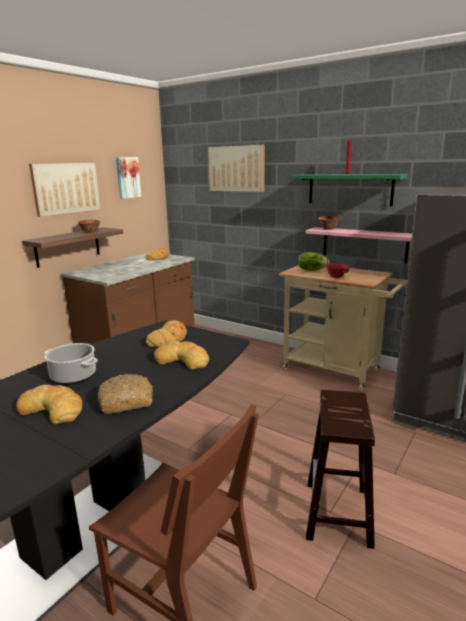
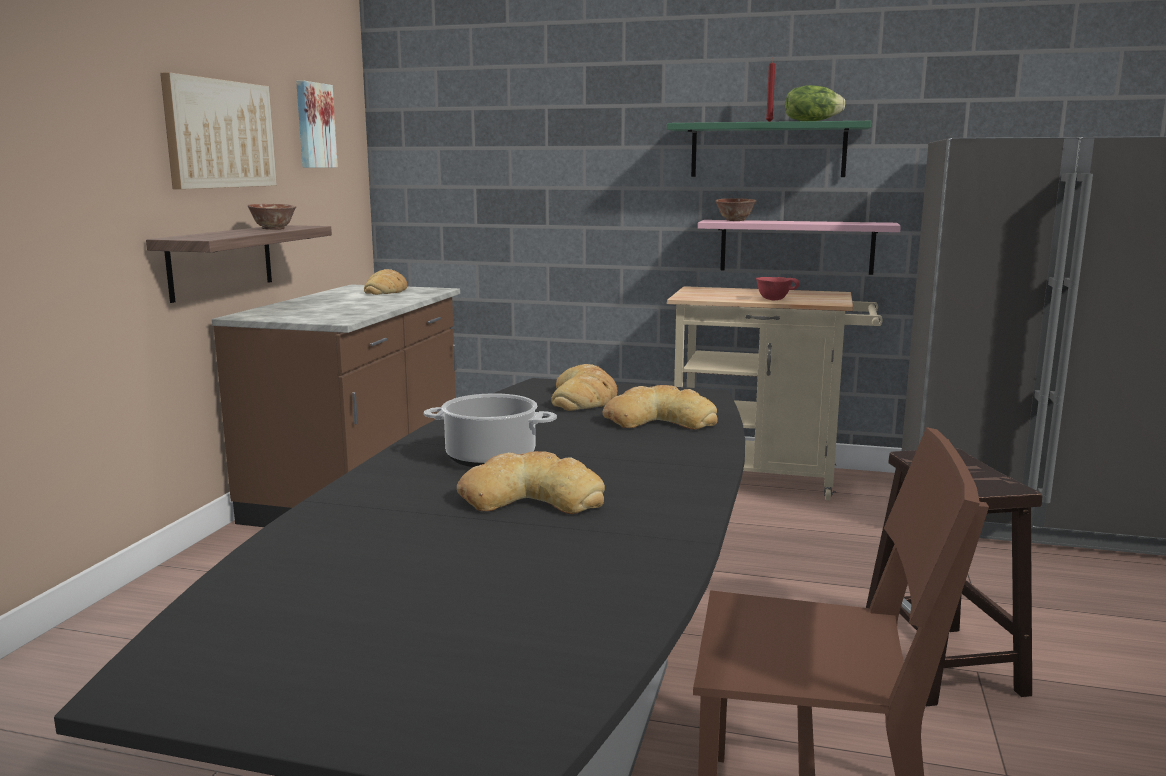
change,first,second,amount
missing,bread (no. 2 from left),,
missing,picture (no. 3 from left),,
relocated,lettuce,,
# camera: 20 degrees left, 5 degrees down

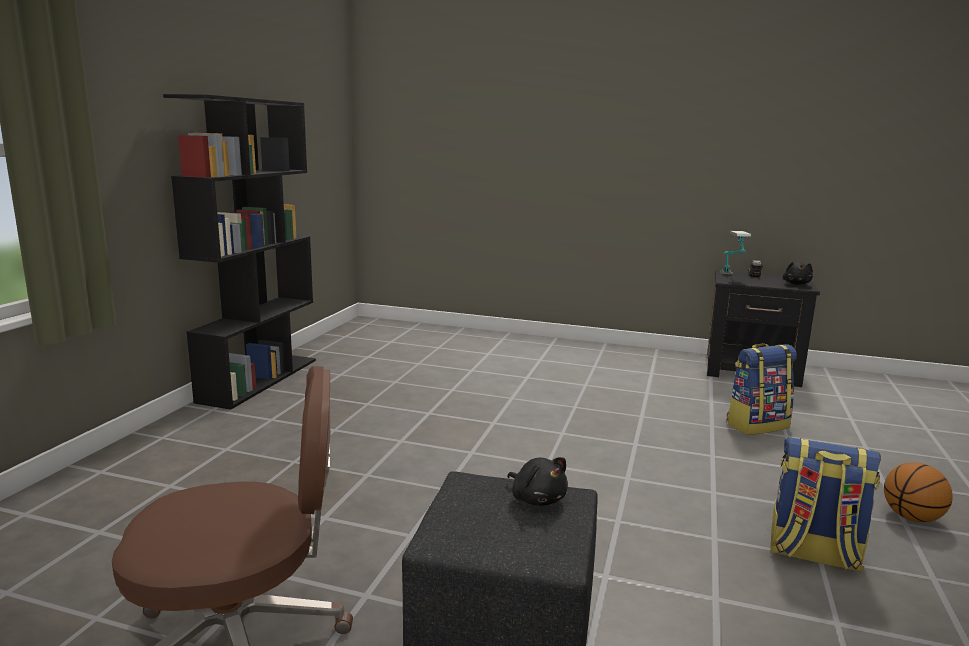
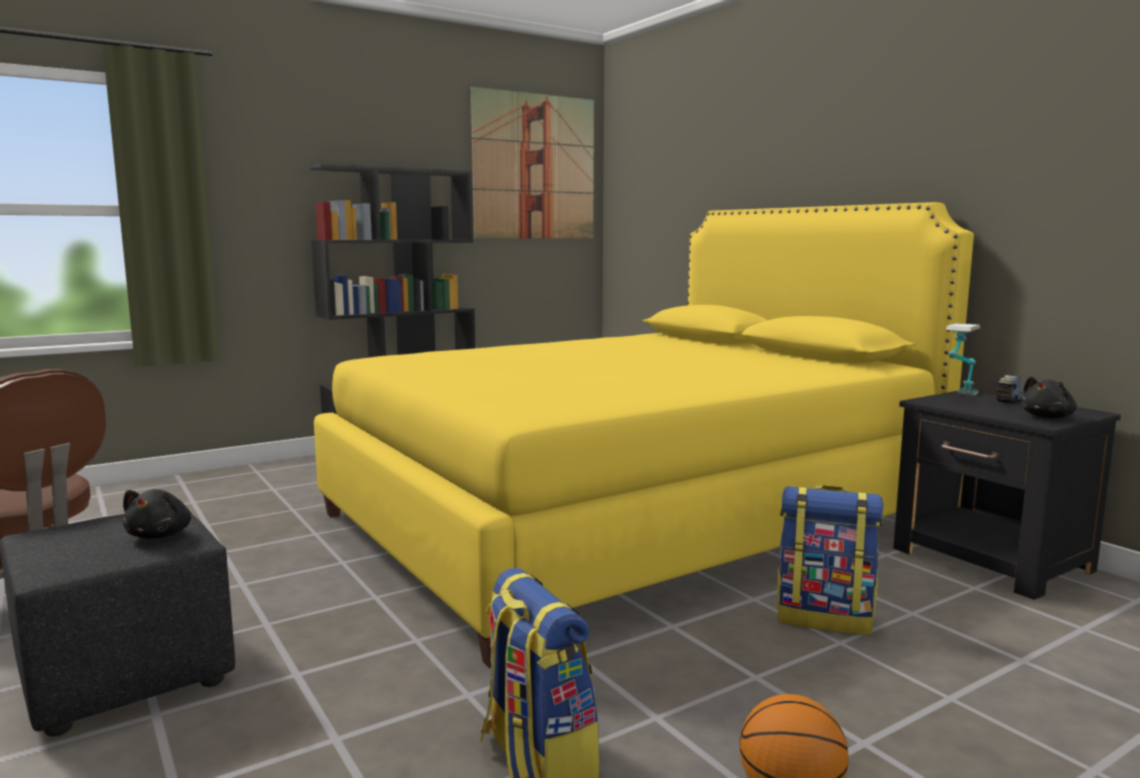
change,first,second,amount
appeared,,yellow bed,
appeared,,picture,
# camera: 40 degrees right, 5 degrees down

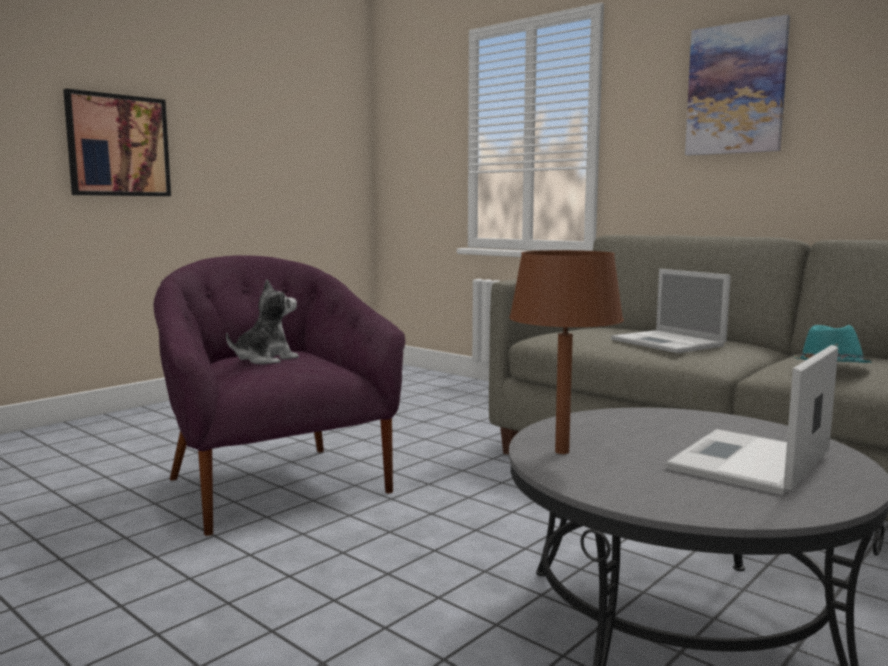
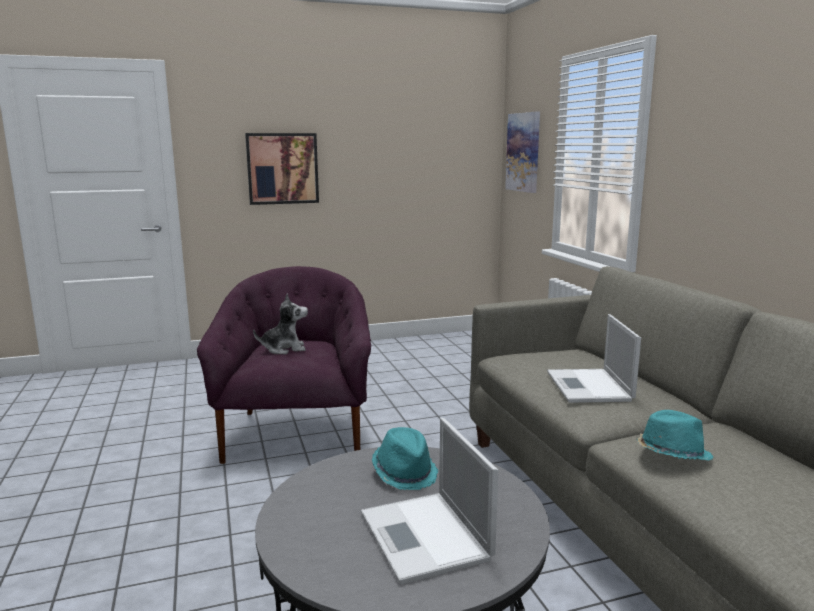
change,first,second,amount
missing,brown table lamp,,
spun,laptop (no. 2 from left in the first image),laptop (no. 1 from left),90 degrees counterclockwise
relocated,picture (no. 2 from left),,
appeared,,turquoise hat (no. 1 from left),
# camera: 30 degrees right, 5 degrees up

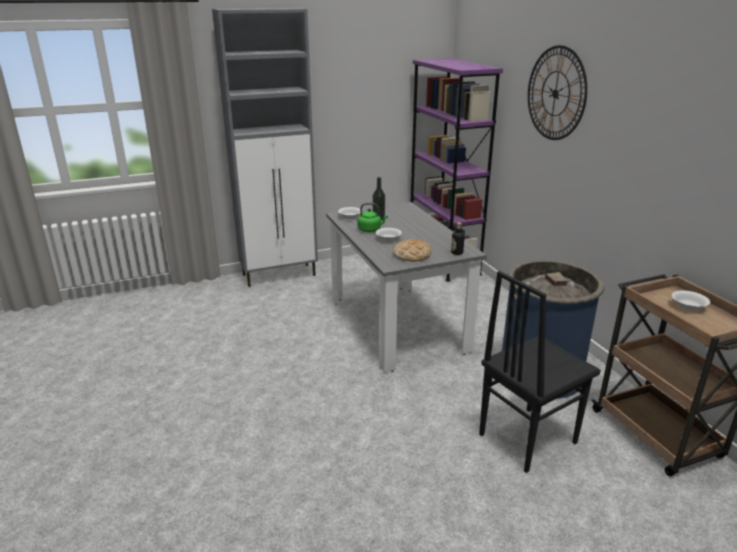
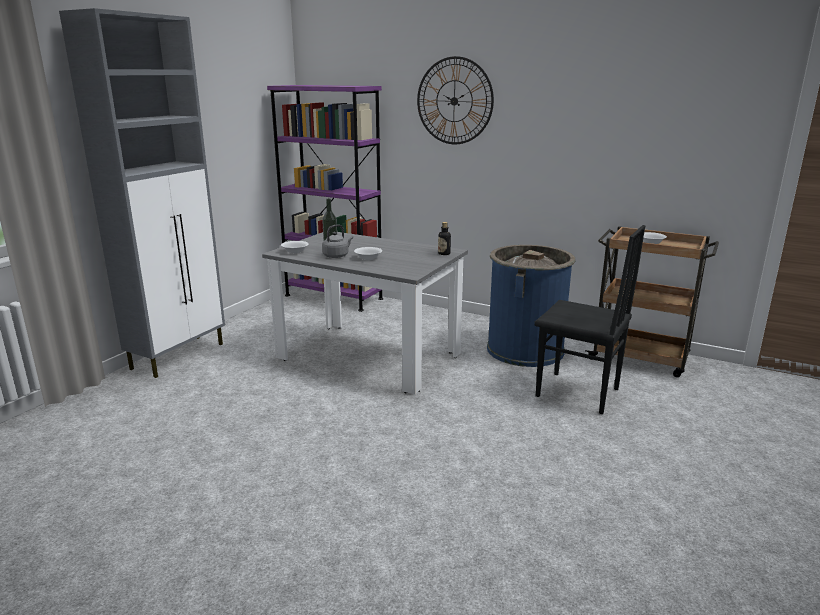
change,first,second,amount
colour,green kettle,grey kettle,
missing,bread,,
spun,black chair,,75 degrees counterclockwise
# camera: 40 degrees left, 5 degrees down

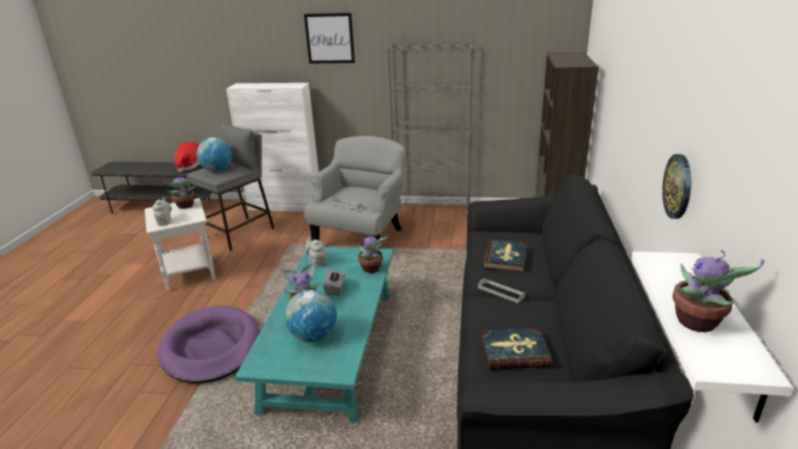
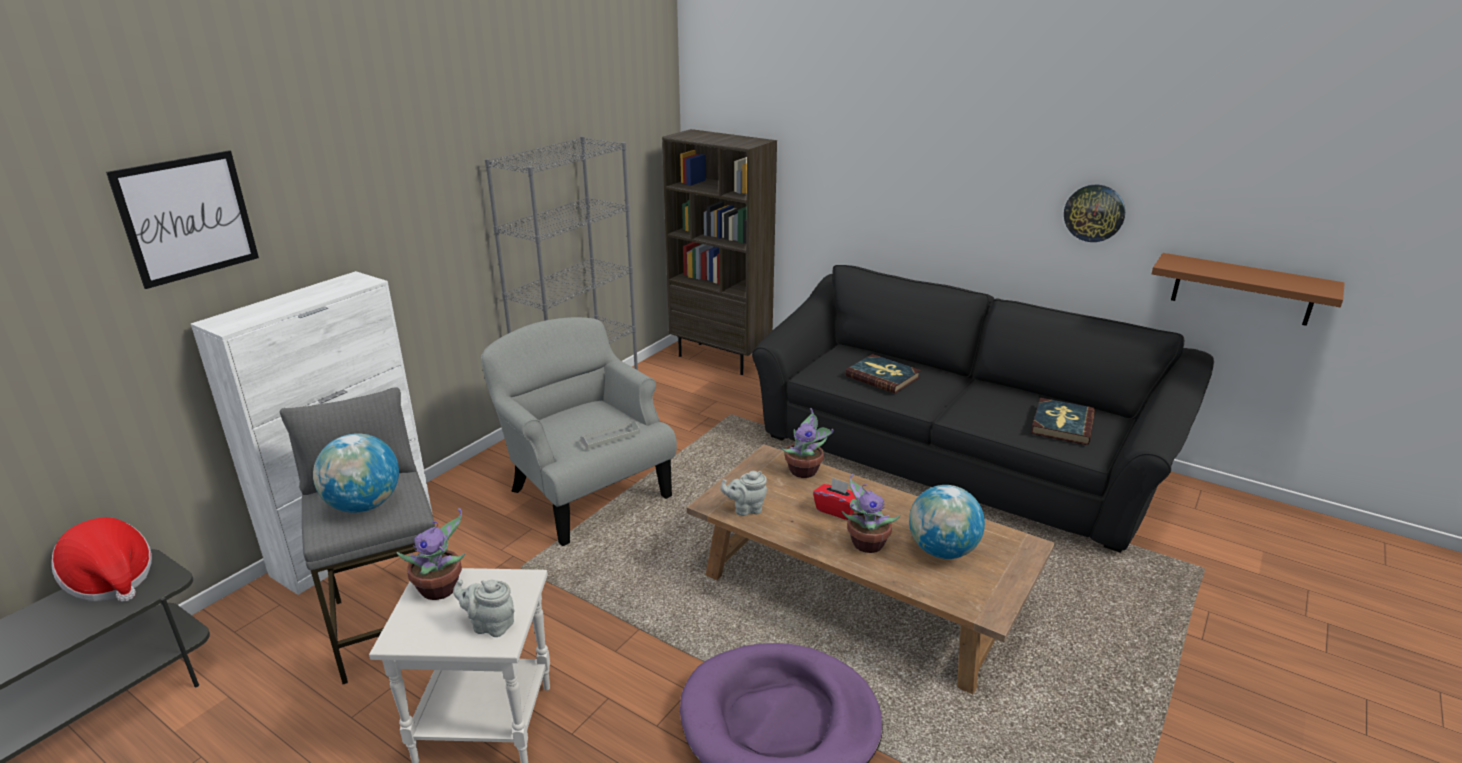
change,first,second,amount
colour,turquoise coffee table,brown coffee table,
relocated,picture,,
colour,grey tissue box,red tissue box,
missing,grey tray (no. 2 from left),,
colour,white shelf,brown shelf,
missing,potted plant (no. 4 from left),,
# camera: 65 degrees left, 0 degrees up

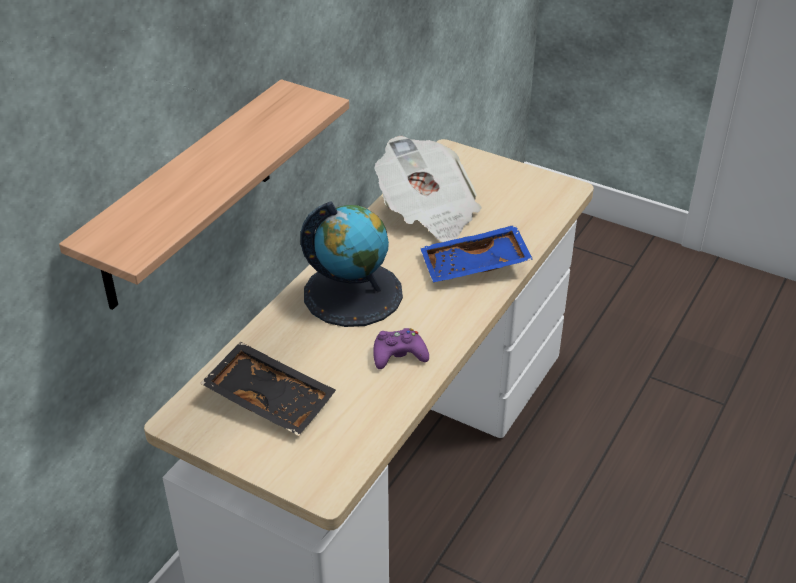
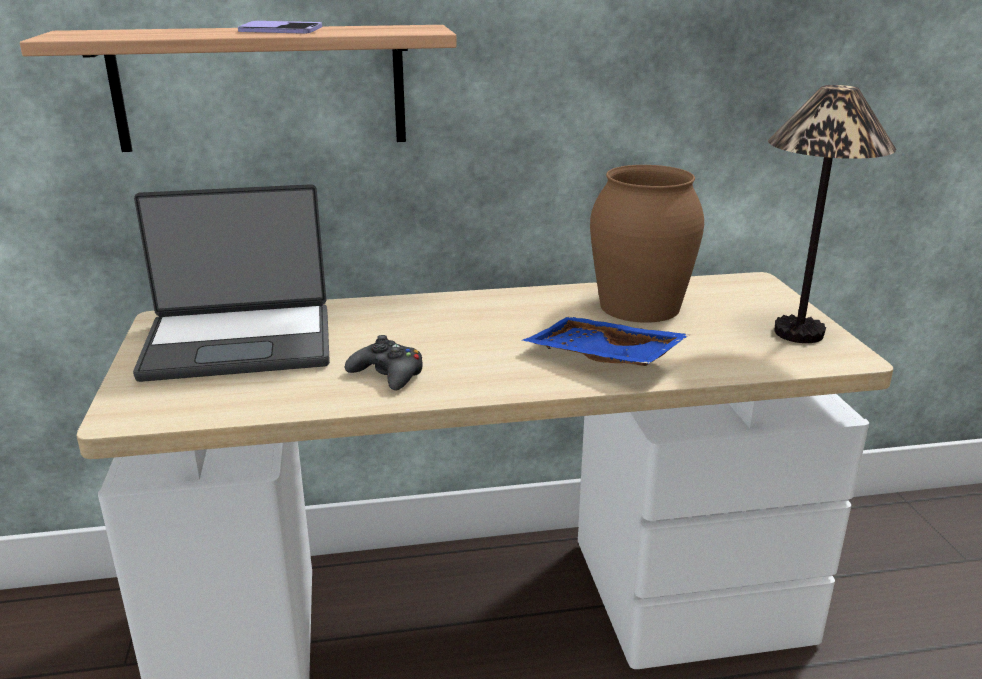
change,first,second,amount
exchanged,black tray,laptop,
missing,globe,,
colour,purple game controller,black game controller,
exchanged,newspaper,brown vase,
appeared,,phone,
appeared,,table lamp,
# camera: 50 degrees right, 15 degrees down

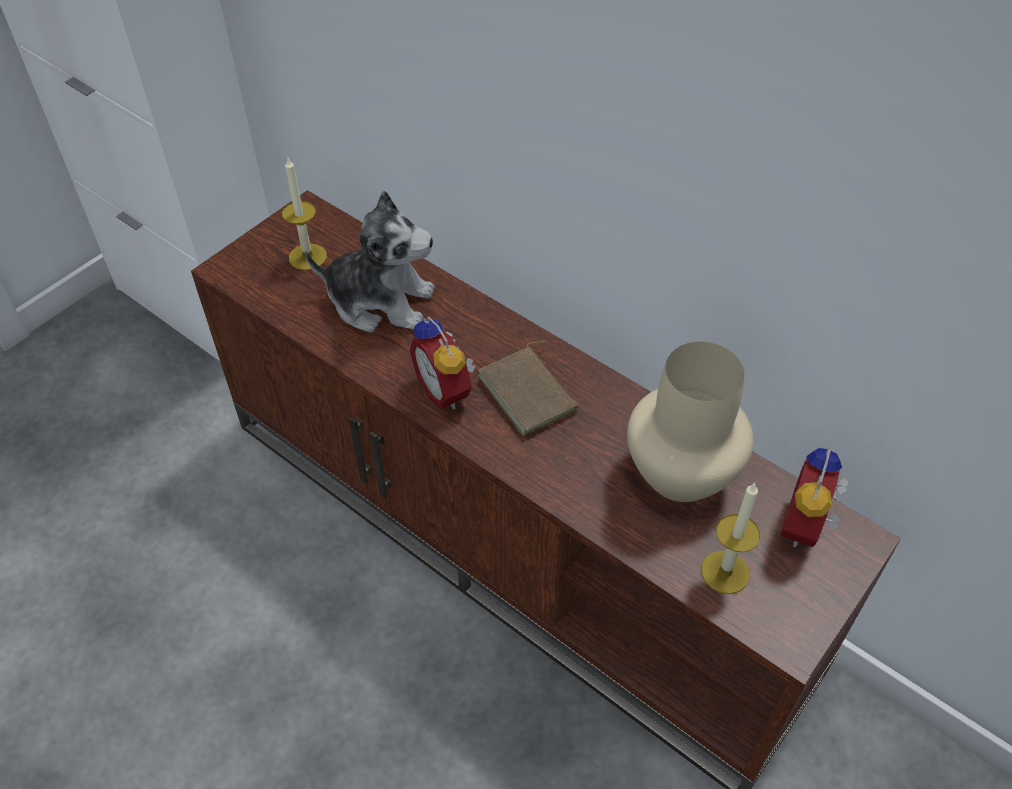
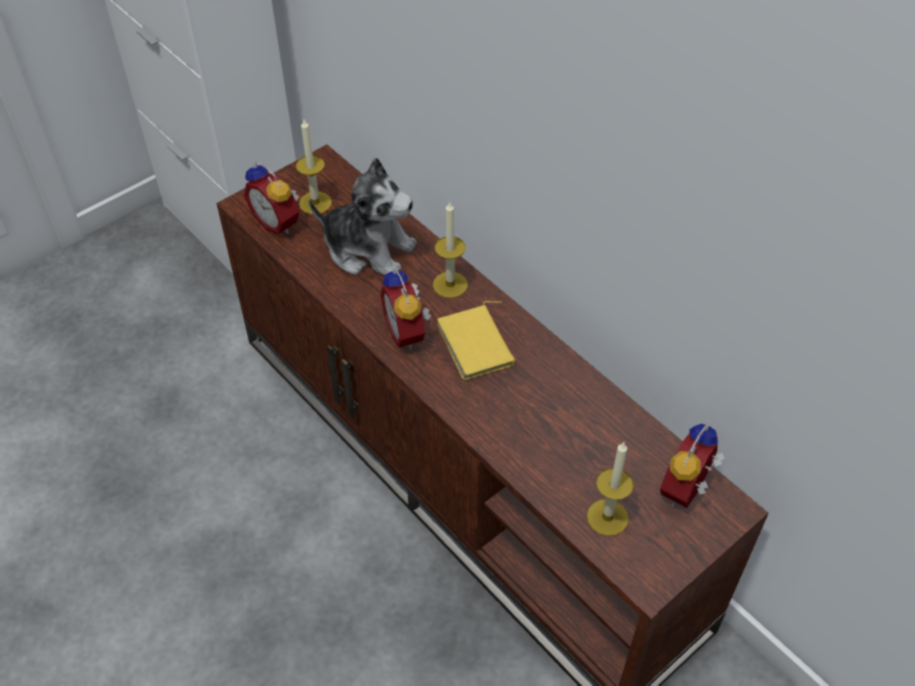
change,first,second,amount
colour,brown book,yellow book,
missing,beige vase,,
appeared,,alarm clock (no. 1 from left),
appeared,,candle (no. 2 from left),
# camera: 10 degrees right, 0 degrees up

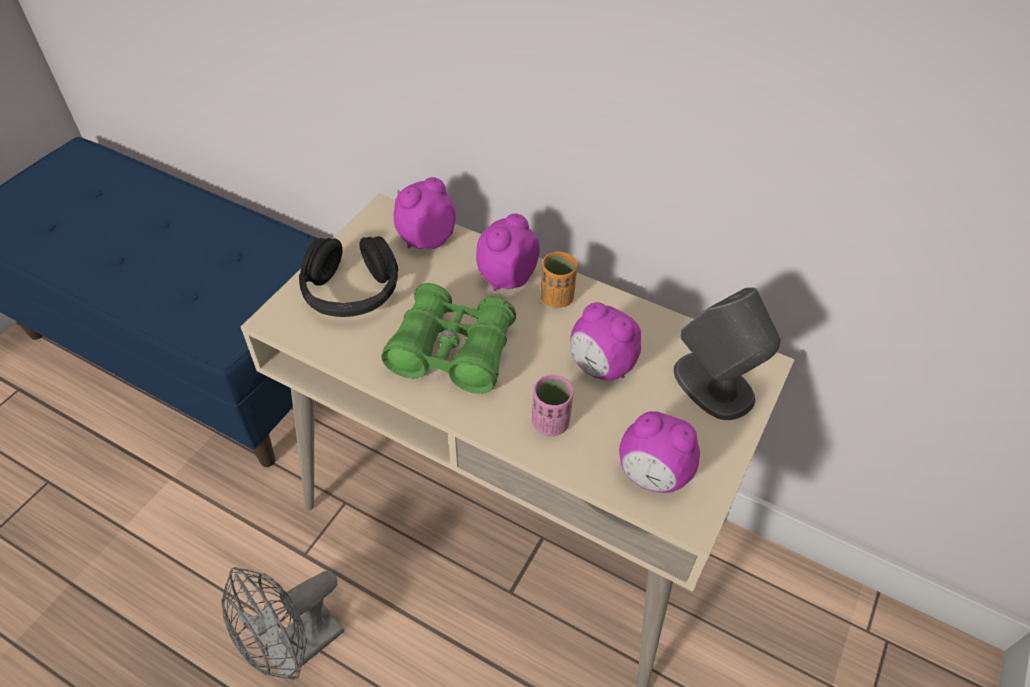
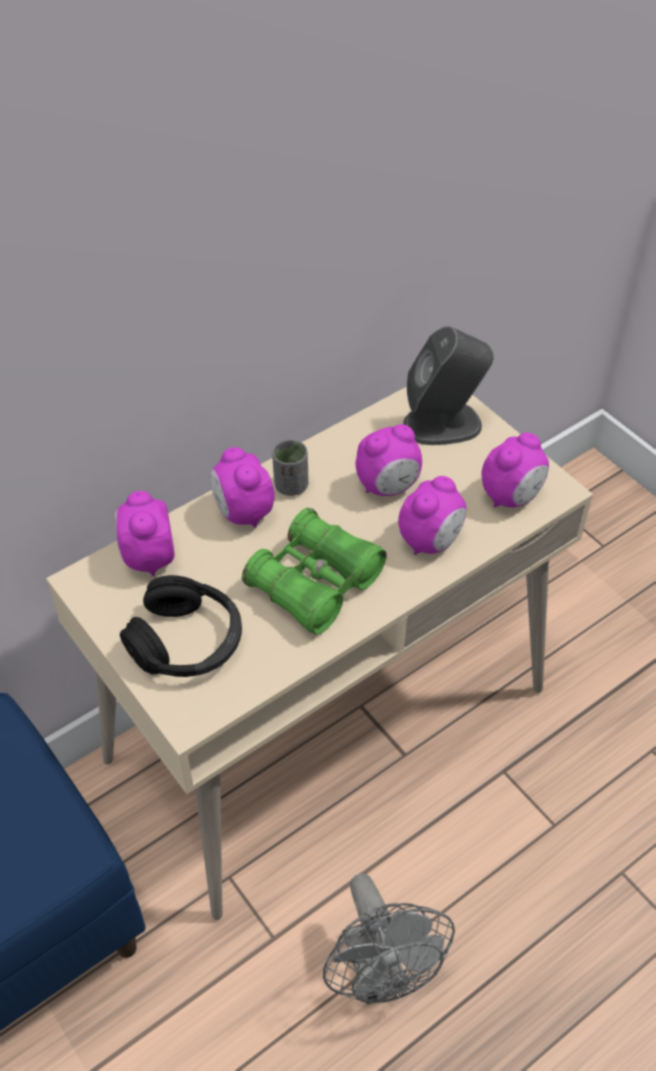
change,first,second,amount
exchanged,pink cup,alarm clock (no. 4 from left),
colour,orange cup,grey cup,
# camera: 65 degrees left, 0 degrees up

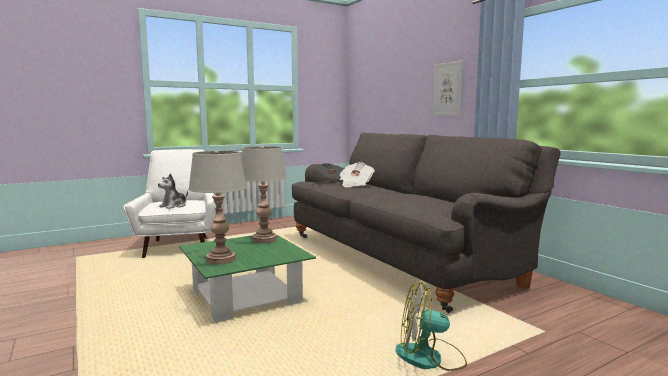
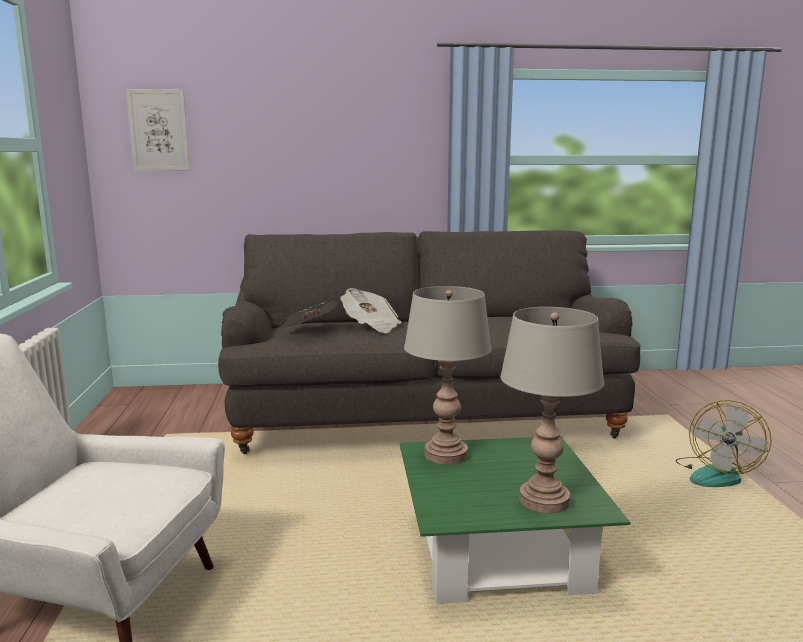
change,first,second,amount
missing,plush toy,,
relocated,picture,,
# camera: 65 degrees left, 5 degrees up

